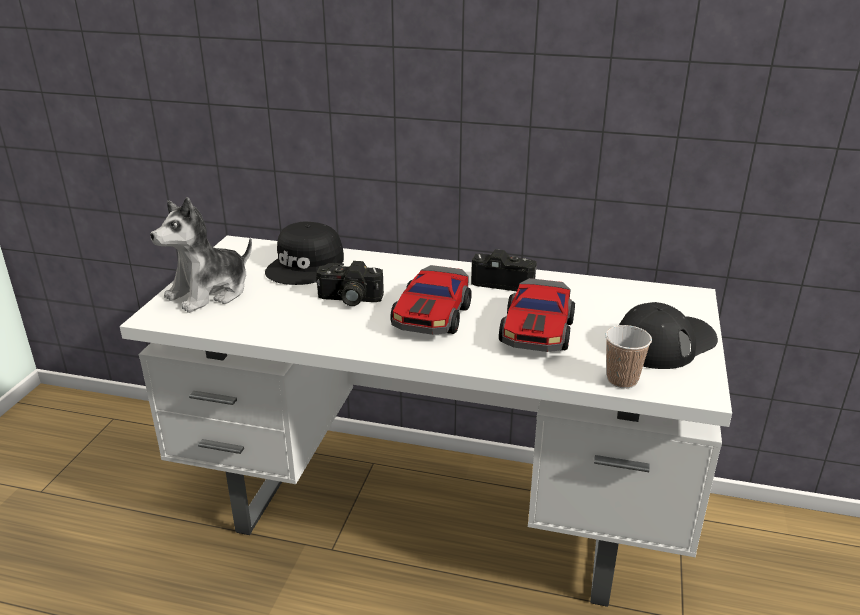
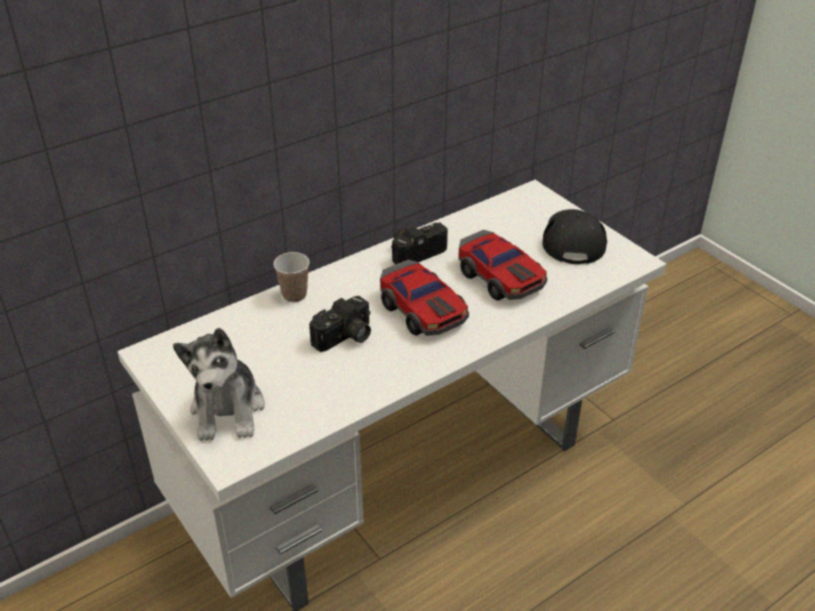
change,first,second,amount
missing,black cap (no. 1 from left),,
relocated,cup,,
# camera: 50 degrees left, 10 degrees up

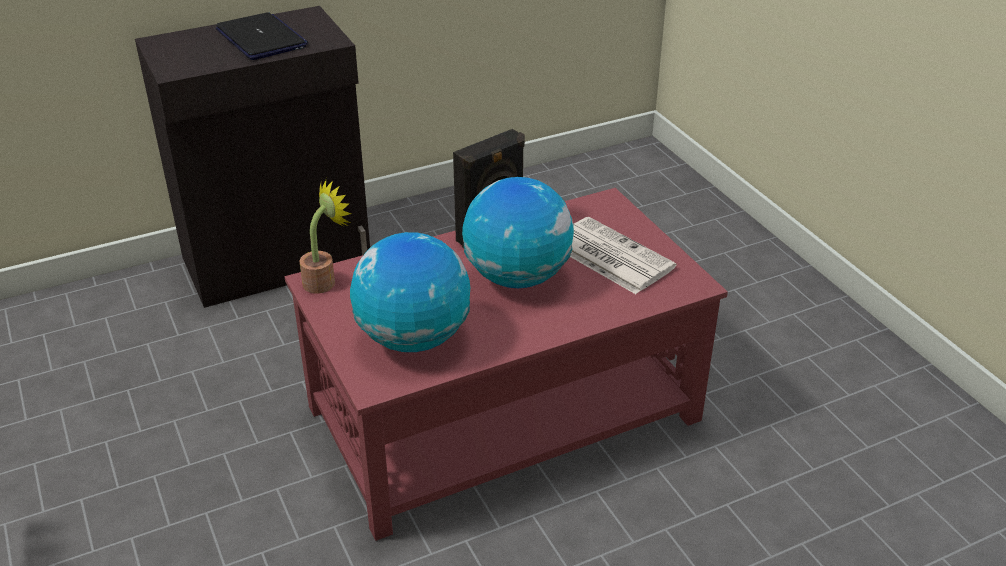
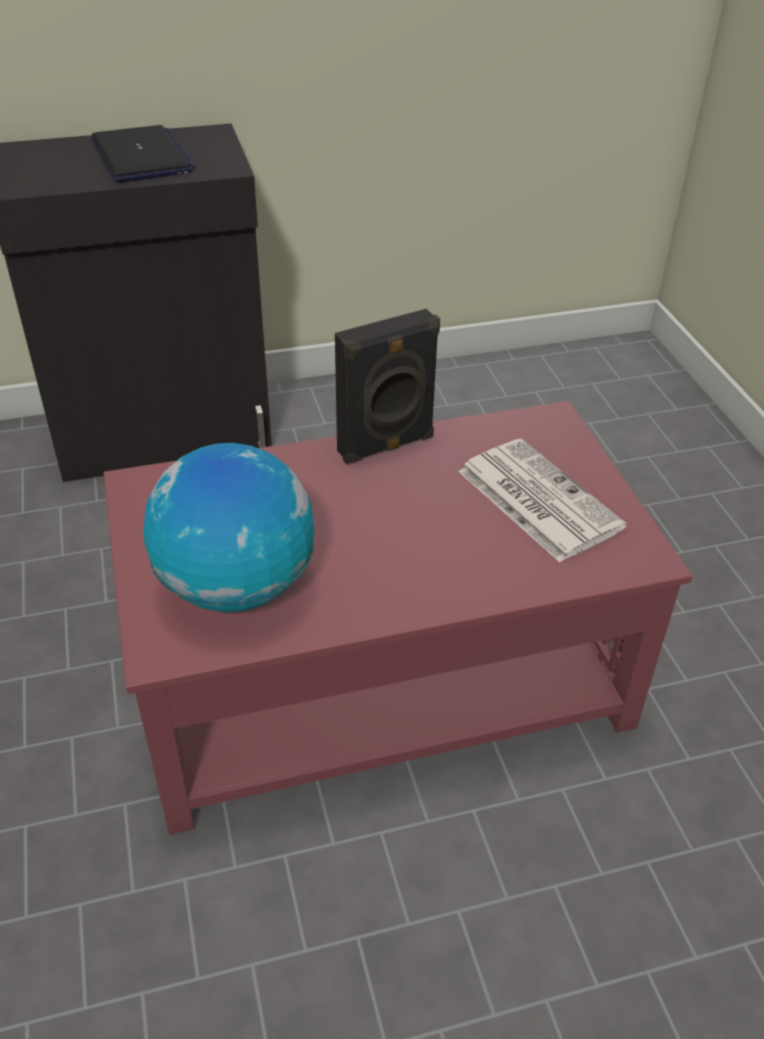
change,first,second,amount
missing,potted plant,,
missing,globe (no. 2 from left),,
# camera: 10 degrees right, 5 degrees up

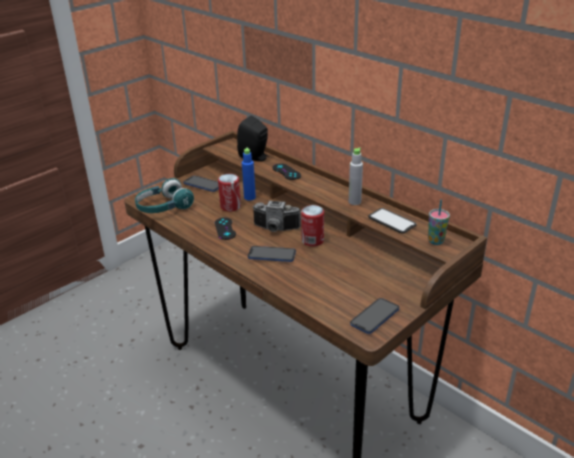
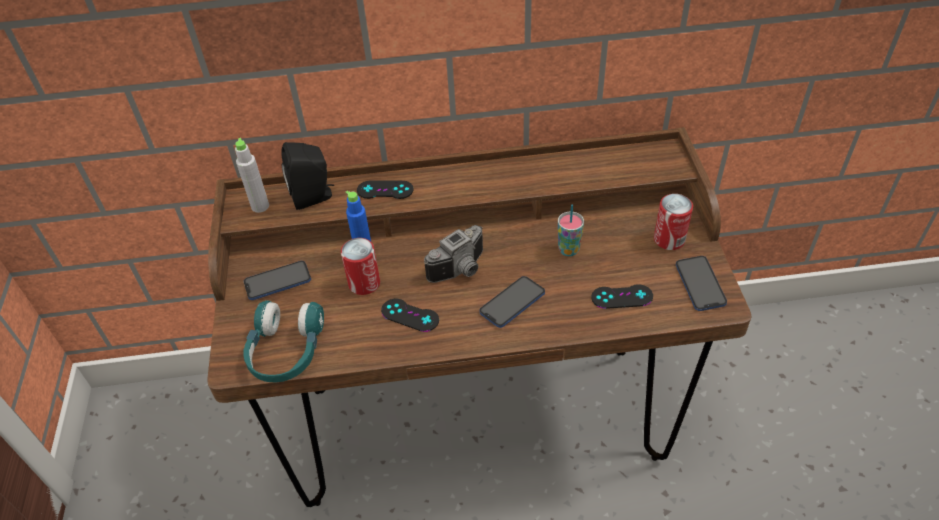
change,first,second,amount
relocated,can (no. 2 from left),,
relocated,grey bottle,,
missing,phone (no. 4 from left),,
relocated,cup,,
appeared,,black game controller (no. 3 from left),
# camera: 50 degrees left, 15 degrees up

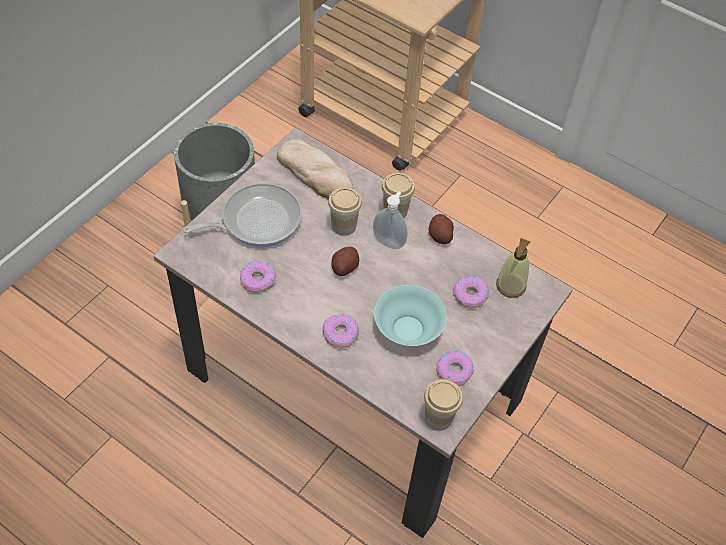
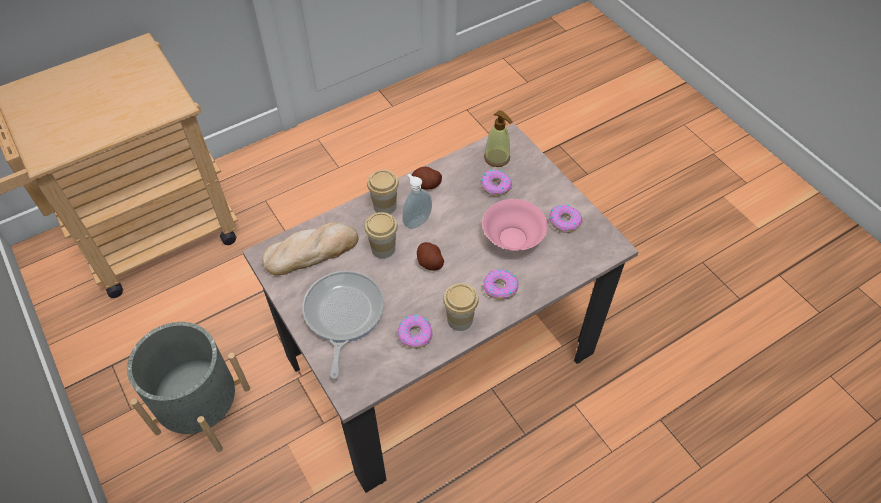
change,first,second,amount
colour,turquoise bowl,pink bowl,
relocated,cup (no. 3 from left),,
# camera: 65 degrees left, 0 degrees up

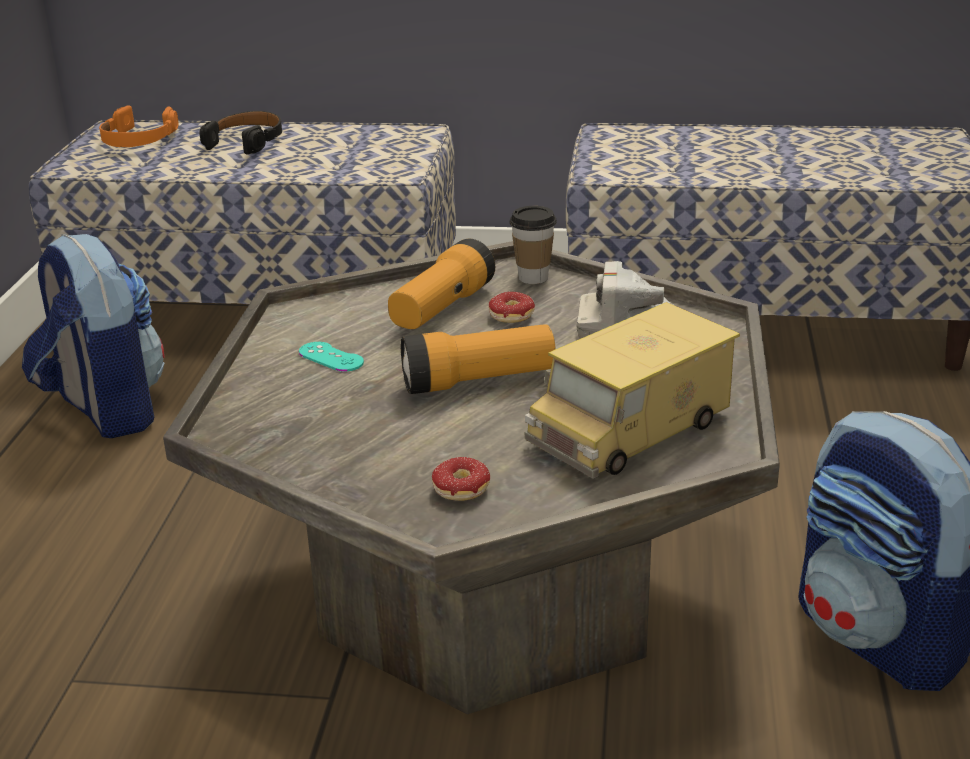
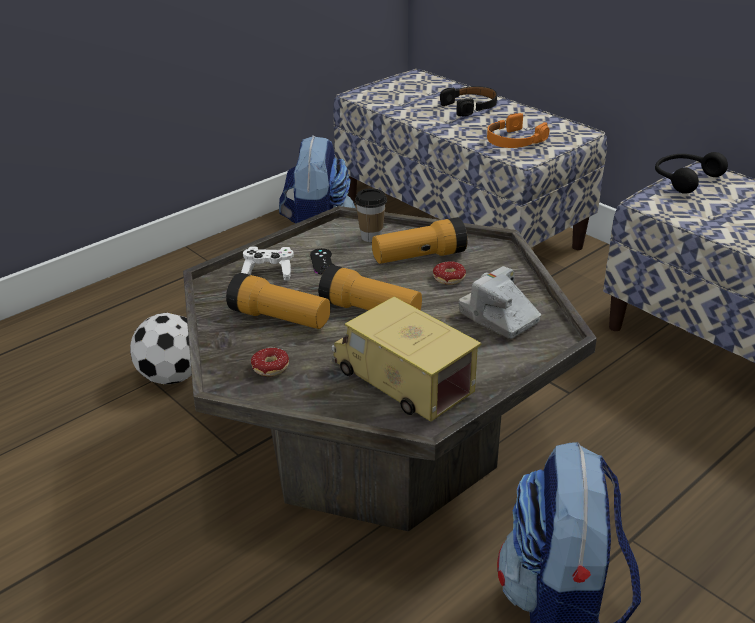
change,first,second,amount
relocated,orange headphones,,
colour,turquoise game controller,black game controller,
relocated,cup,,
spun,toy truck,,45 degrees clockwise
appeared,,football,
appeared,,flashlight (no. 1 from left),
appeared,,white game controller,
appeared,,black headphones (no. 2 from left),
# camera: 40 degrees right, 5 degrees up

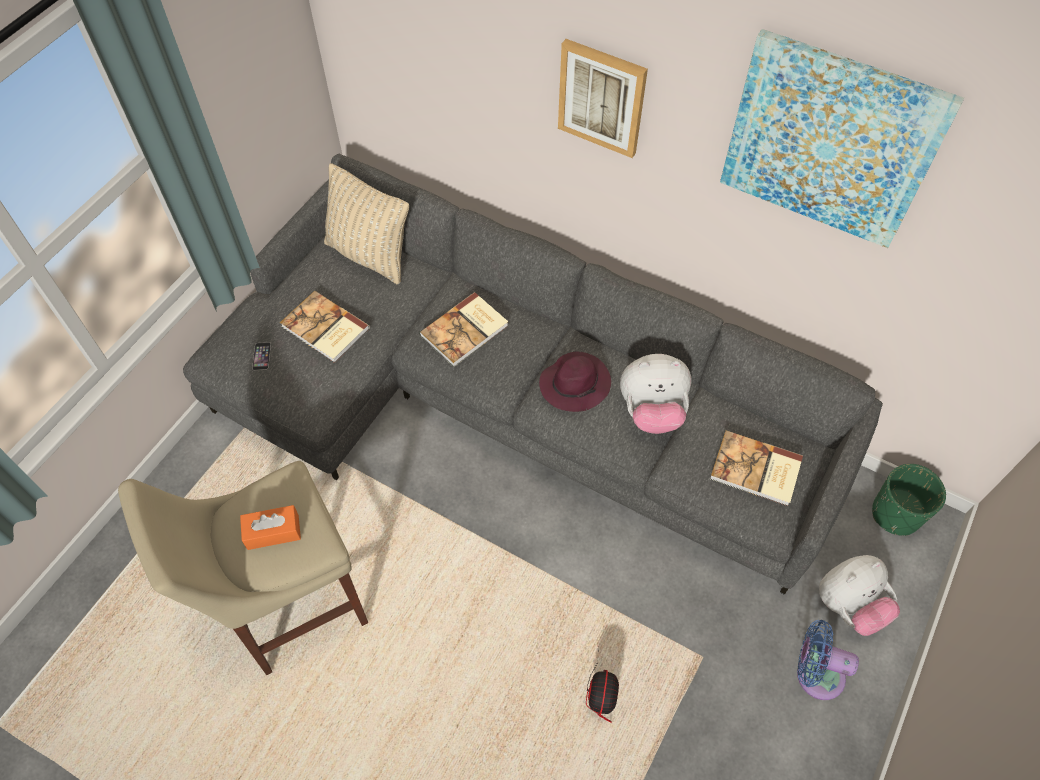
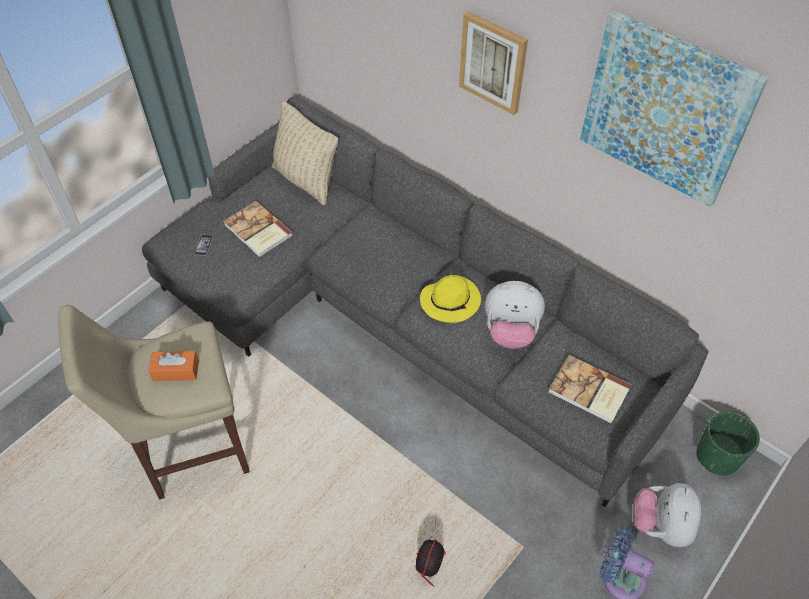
change,first,second,amount
missing,book (no. 2 from left),,
colour,purple hat,yellow hat,
spun,plush toy (no. 2 from left),,120 degrees clockwise
# camera: 10 degrees right, 5 degrees down

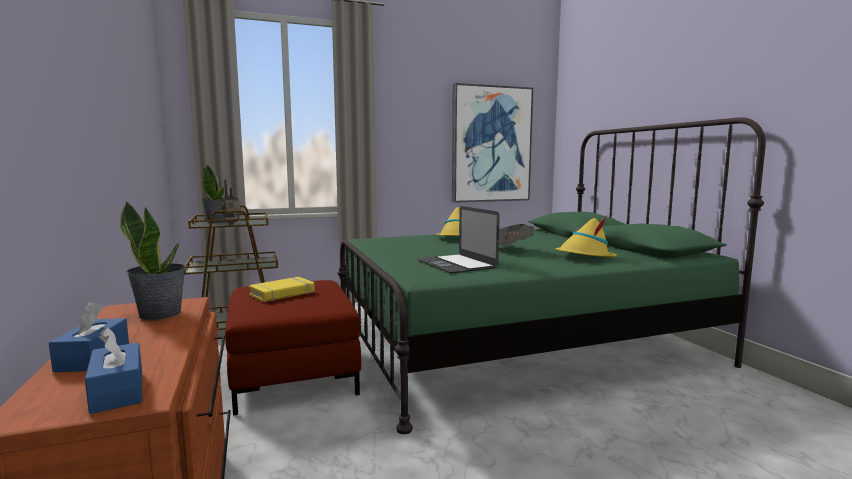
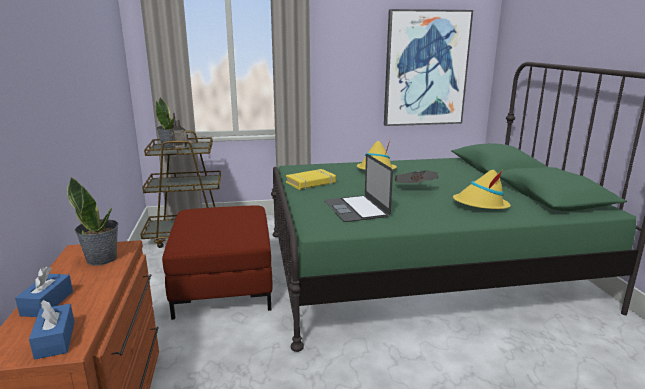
change,first,second,amount
relocated,yellow book,,
# camera: 10 degrees right, 10 degrees up

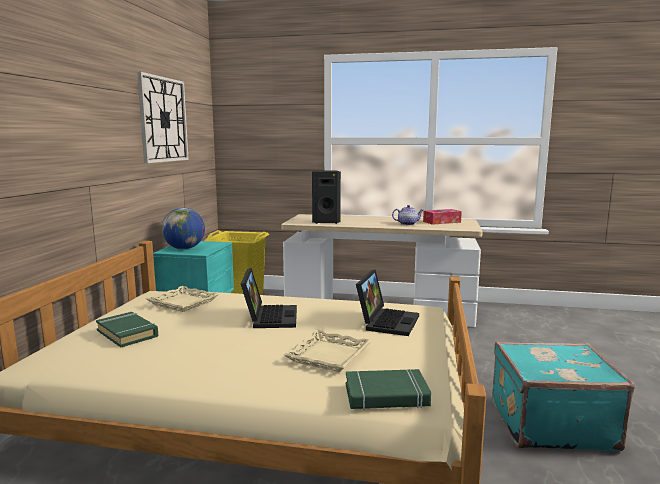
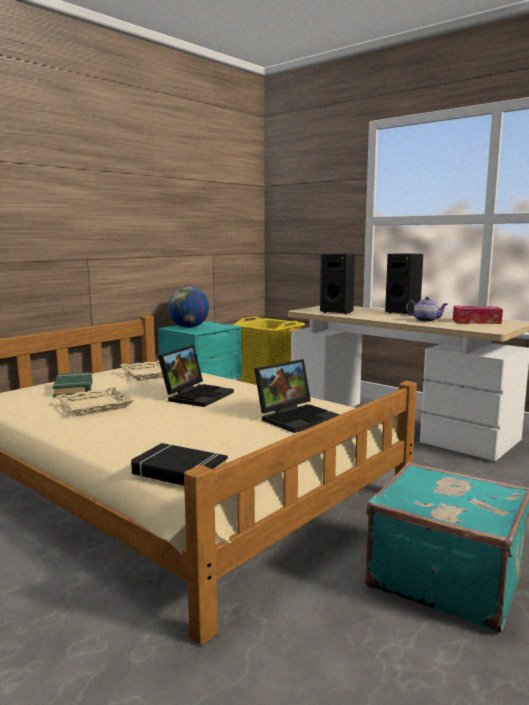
change,first,second,amount
missing,wall clock,,
relocated,beige tray (no. 2 from left in the first image),beige tray (no. 1 from left),
colour,green book (no. 2 from left),black book,
appeared,,black speaker (no. 2 from left),
# camera: 30 degrees right, 0 degrees up

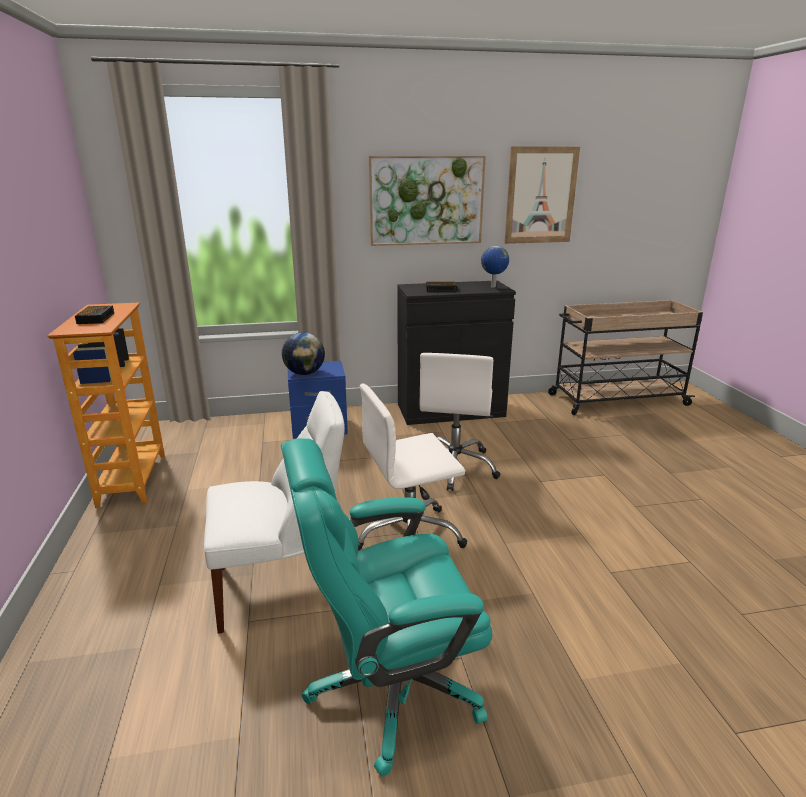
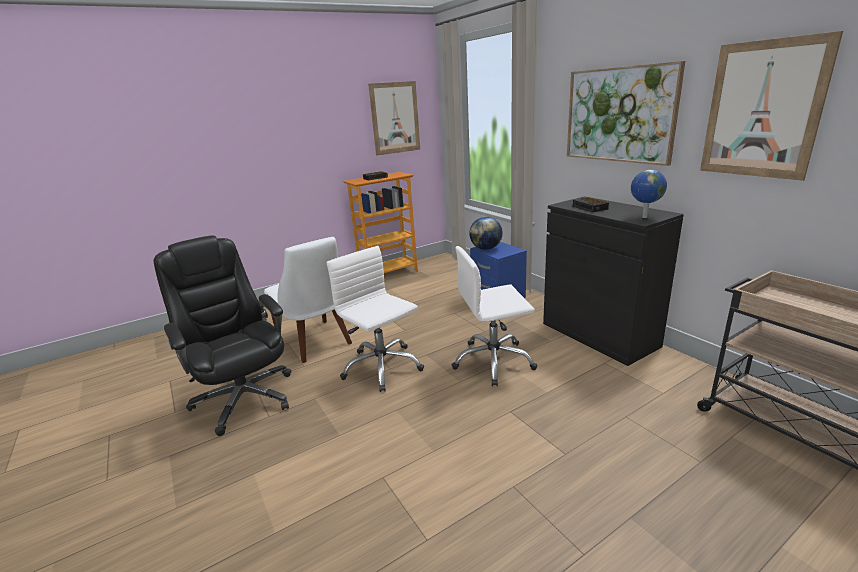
change,first,second,amount
colour,turquoise office chair,black office chair,
appeared,,picture (no. 1 from left),
# camera: 70 degrees right, 0 degrees up

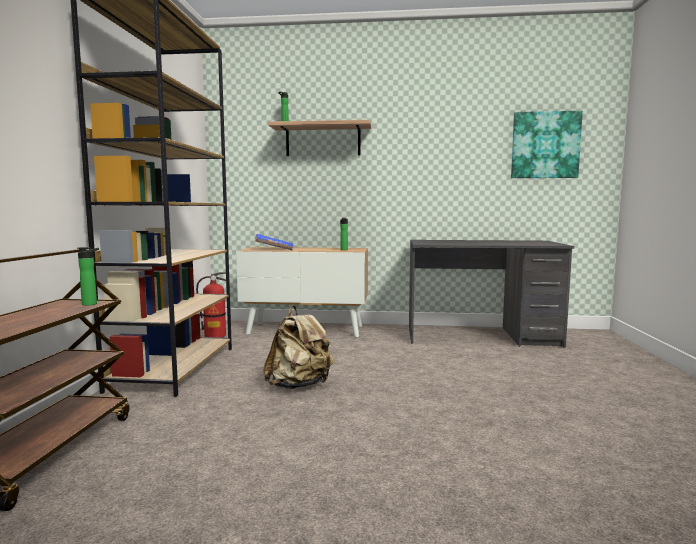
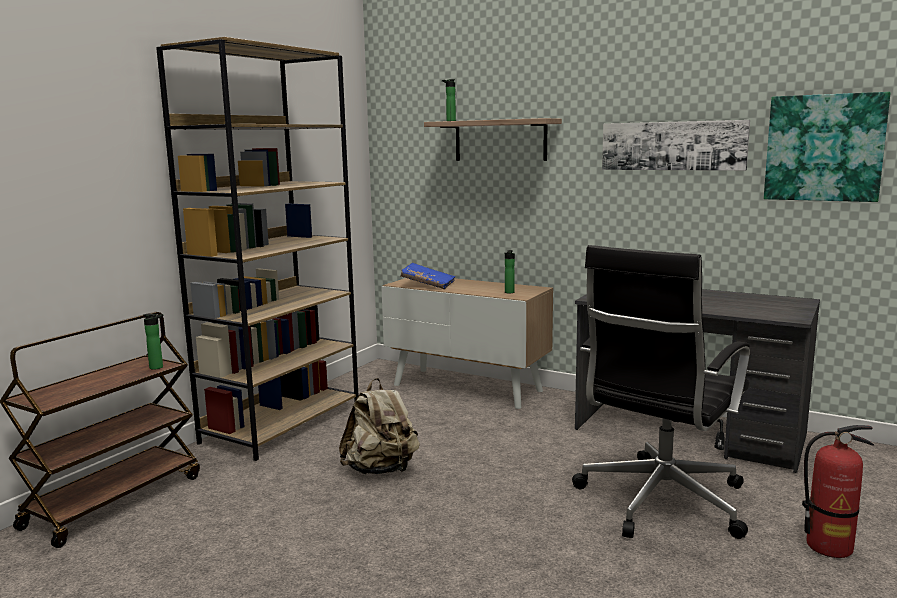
change,first,second,amount
relocated,fire extinguisher,,
appeared,,black office chair,
appeared,,picture (no. 1 from left),
# camera: 25 degrees right, 5 degrees up

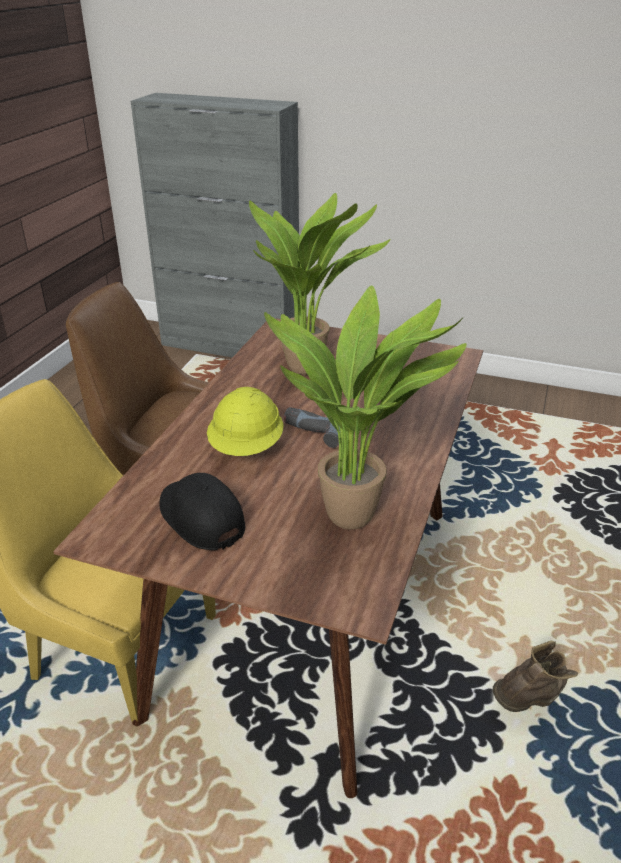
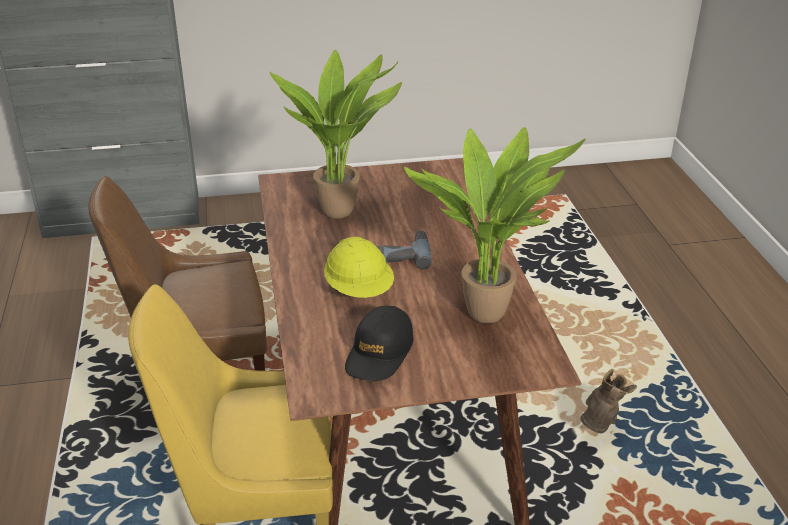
change,first,second,amount
spun,black cap,,90 degrees counterclockwise
# camera: 30 degrees left, 0 degrees up

